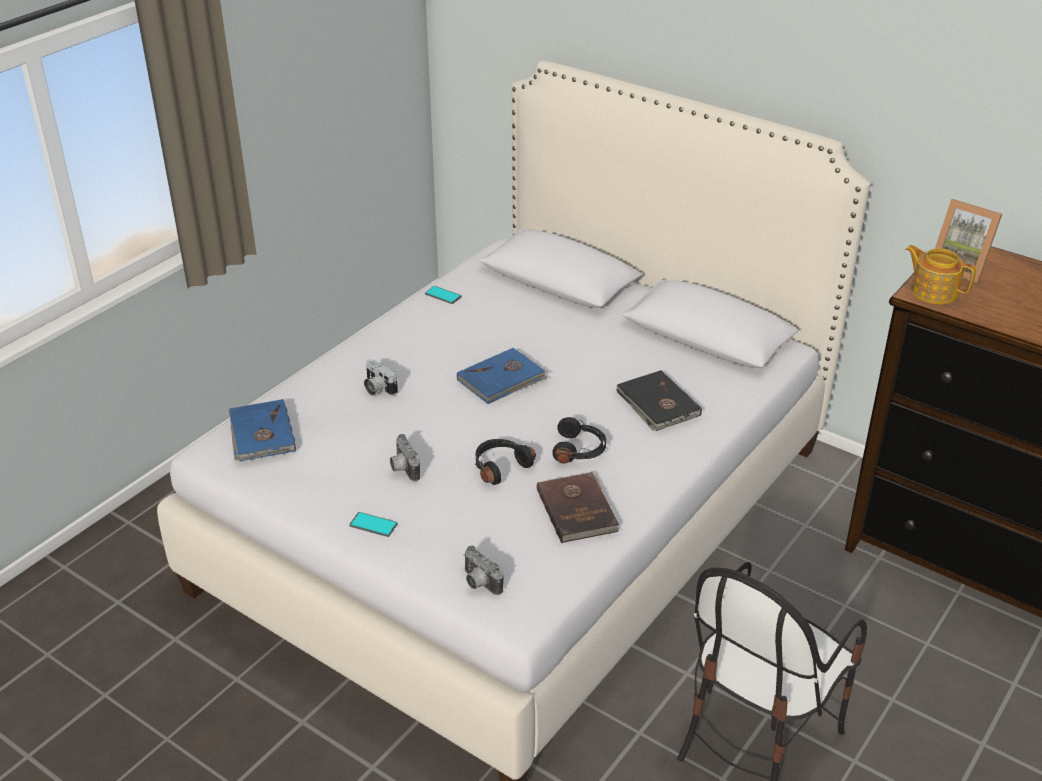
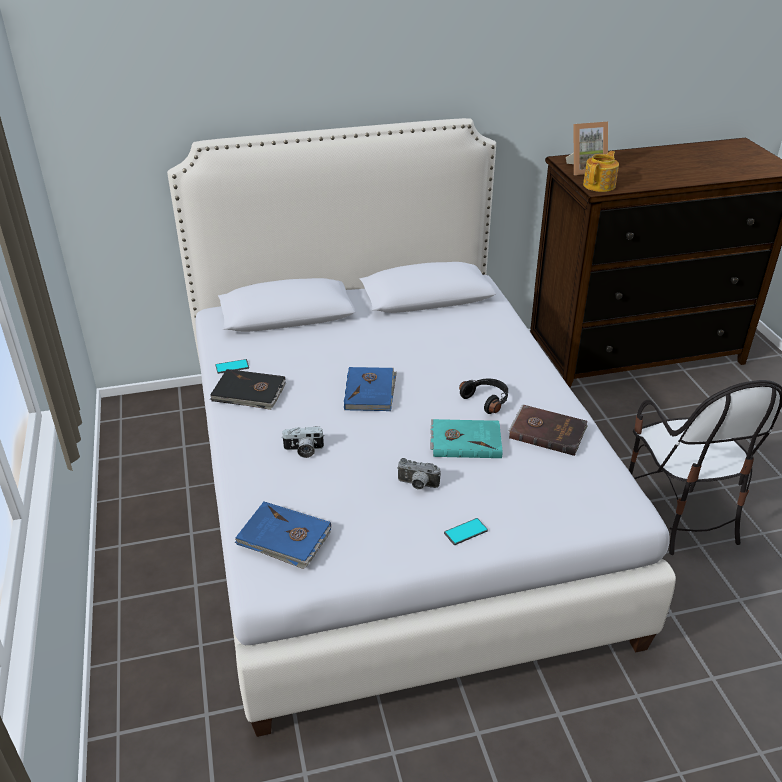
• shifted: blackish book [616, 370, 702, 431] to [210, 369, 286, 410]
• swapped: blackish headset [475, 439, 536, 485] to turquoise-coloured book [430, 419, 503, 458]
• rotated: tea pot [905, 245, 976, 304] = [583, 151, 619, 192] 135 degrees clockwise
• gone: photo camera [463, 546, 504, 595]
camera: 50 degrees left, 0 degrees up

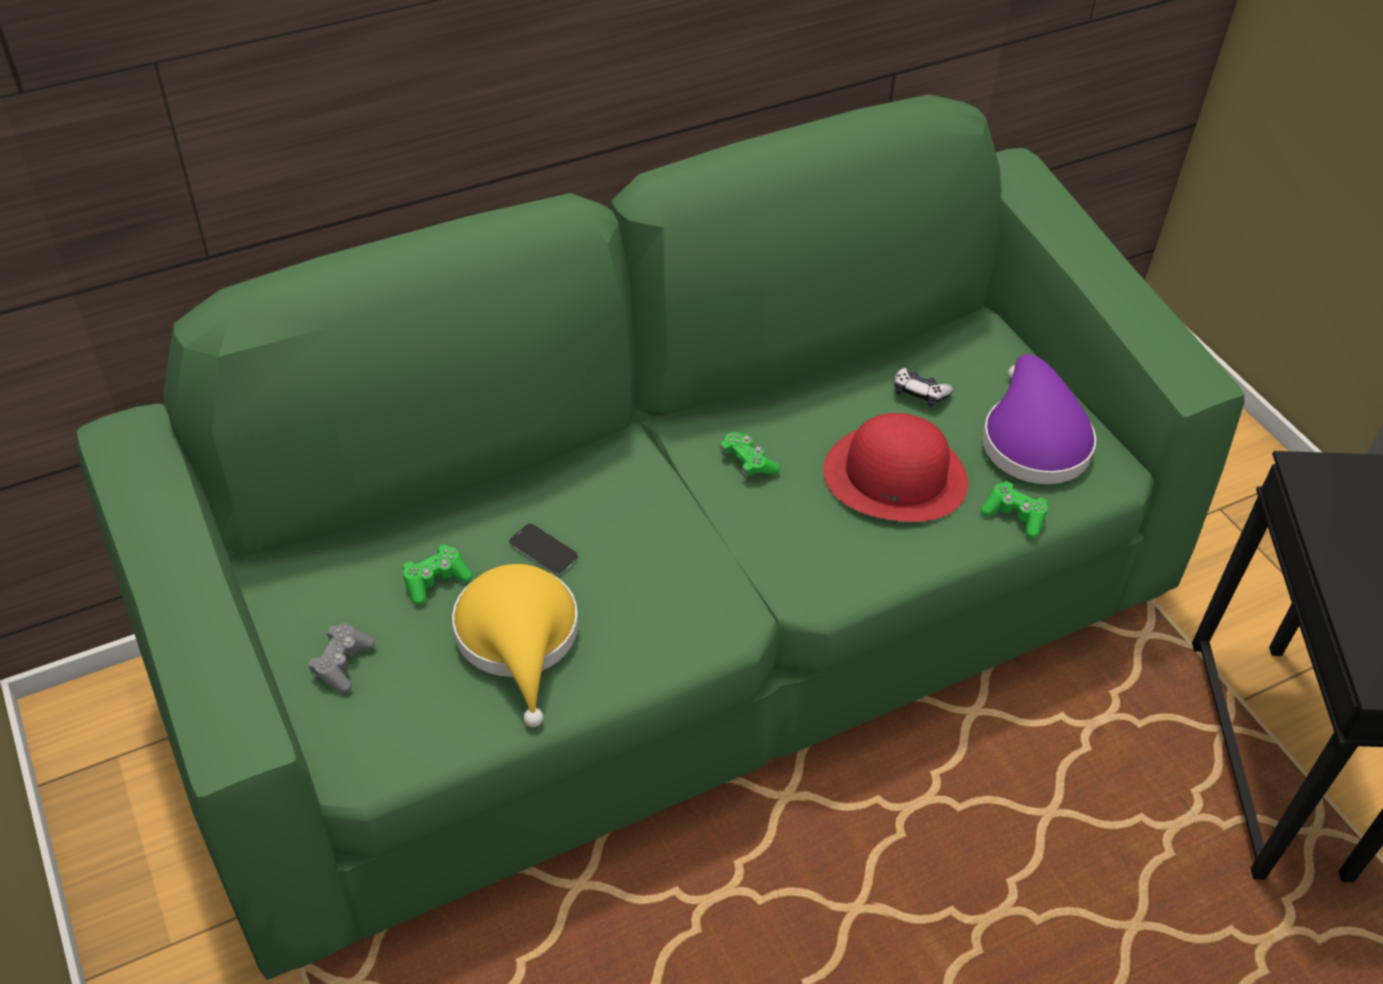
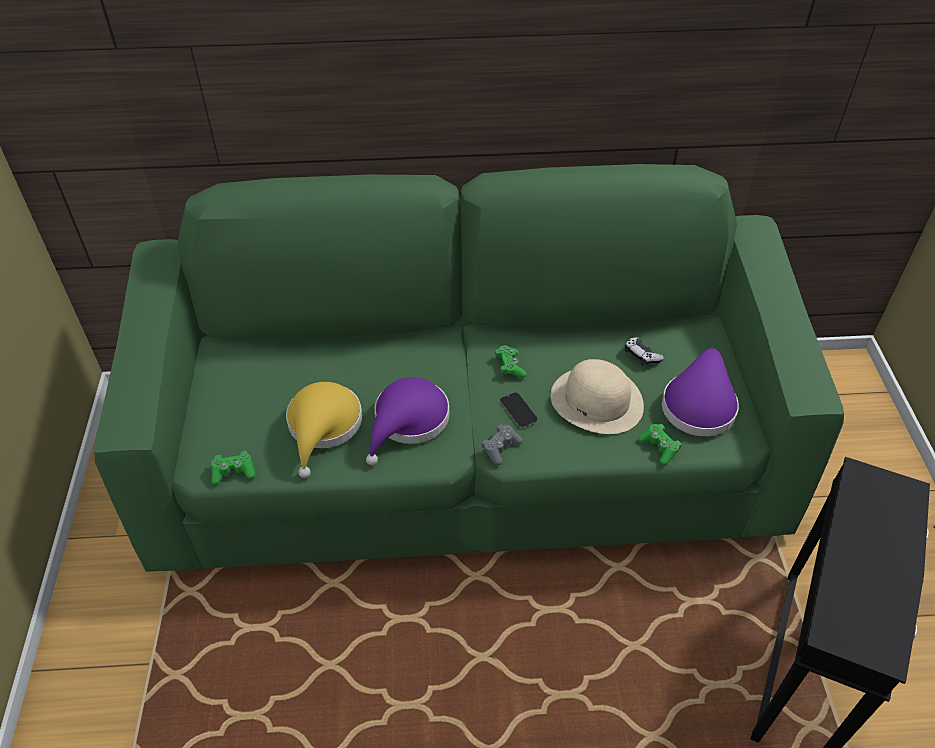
• shifted: green-coloured game controller [403, 545, 472, 605] to [211, 451, 255, 484]
• new: purple hat [366, 377, 449, 465]
• shifted: greyish game controller [308, 624, 375, 693] to [481, 424, 523, 465]
• shifted: handset [509, 524, 578, 575] to [500, 392, 538, 428]
• repainted: red-coloured hat [823, 413, 968, 522] to beige-coloured hat [551, 359, 644, 434]
camera: 25 degrees right, 0 degrees up

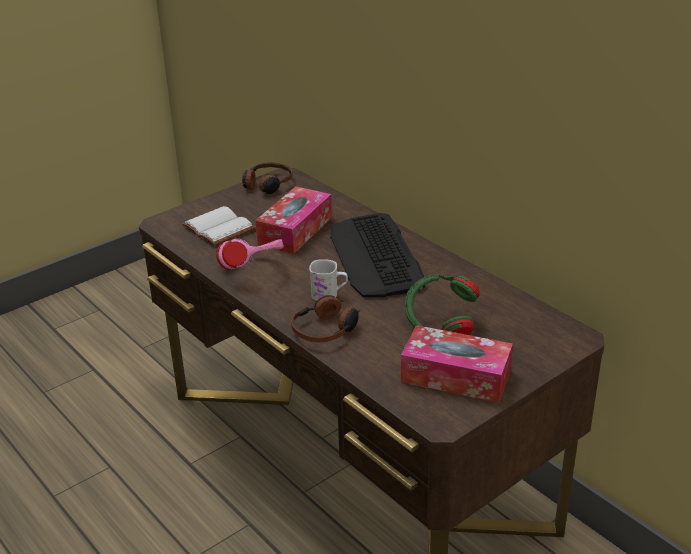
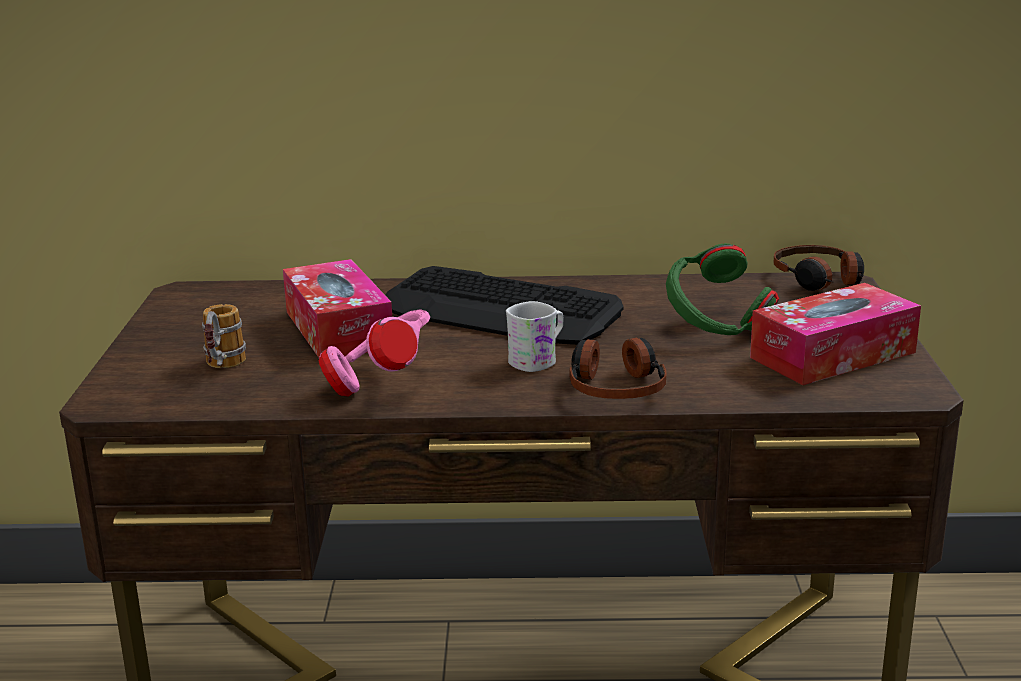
• swapped: white-coloured book [182, 206, 256, 246] to tea mug [202, 304, 246, 368]
• shifted: headset [242, 162, 292, 194] to [774, 245, 864, 291]
camera: 50 degrees left, 10 degrees down

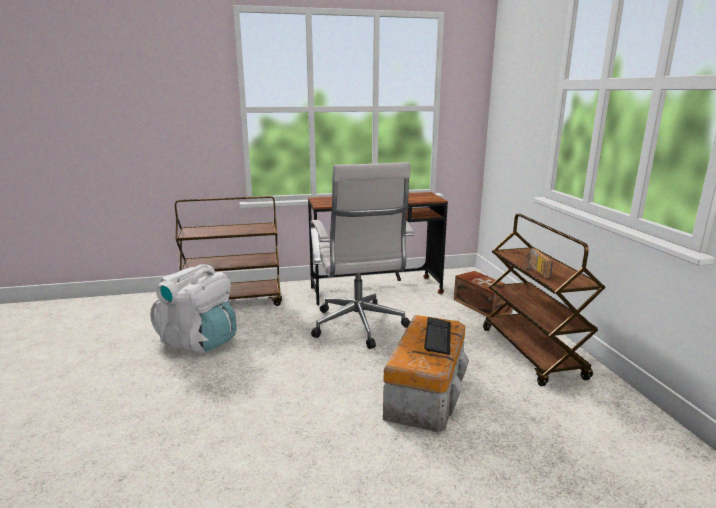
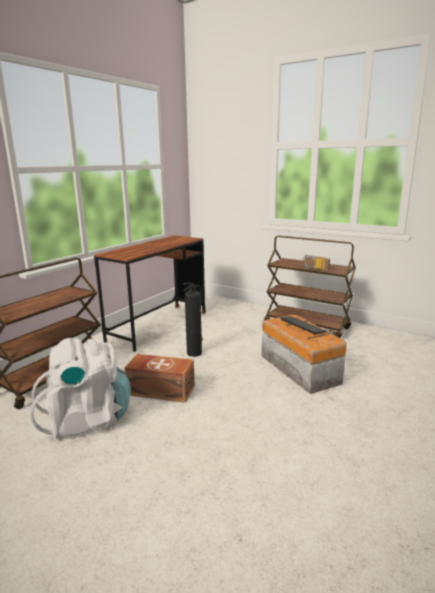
• shifted: brown-coloured storage bin [454, 271, 513, 317] to [124, 354, 195, 403]
• swapped: white-coloured desk chair [310, 162, 414, 349] to extinguisher [183, 283, 203, 357]
camera: 45 degrees left, 0 degrees up

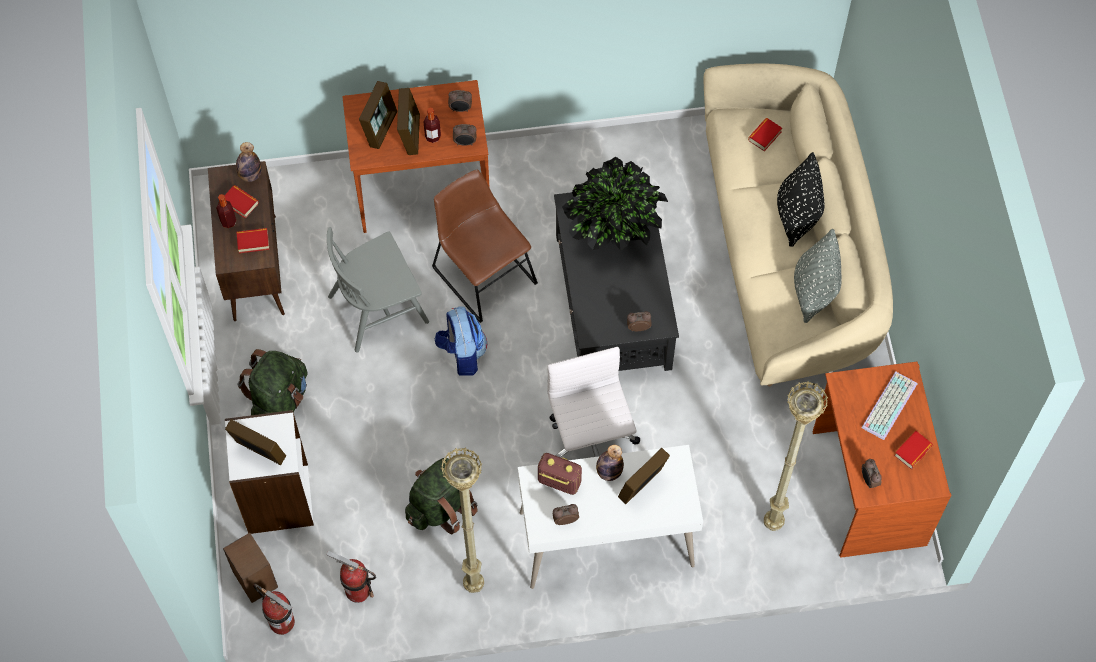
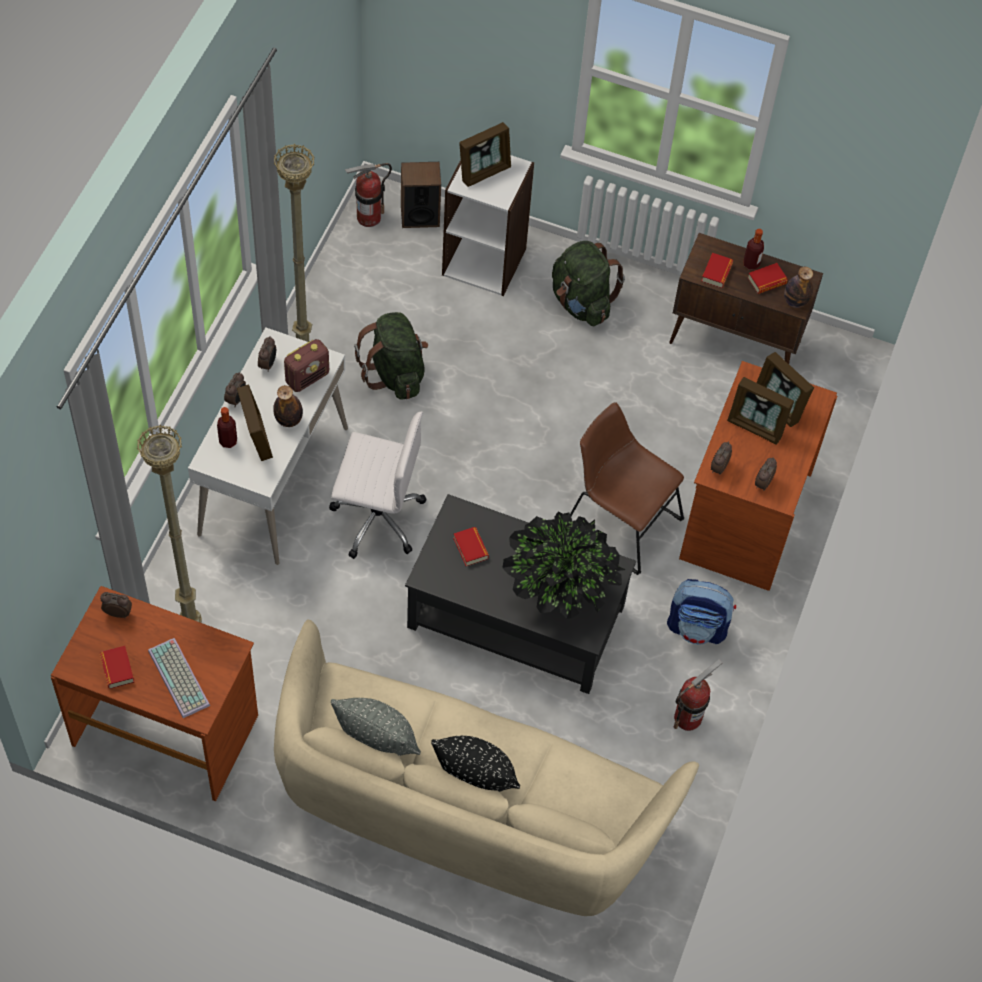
• shifted: beverage bottle [423, 107, 441, 143] to [217, 407, 237, 448]
• shifted: table clock [627, 311, 651, 332] to [224, 372, 246, 407]
• shifted: book [748, 118, 782, 151] to [453, 527, 489, 566]
• rotated: brown-coloured chair [432, 170, 538, 323] = [570, 402, 684, 575] 135 degrees counterclockwise
• shifted: knapsack [435, 307, 487, 376] to [667, 579, 736, 645]
• shifted: extinguisher [326, 551, 376, 603] to [674, 659, 723, 731]
• gone: greyish chair [327, 227, 429, 353]
camera: 115 degrees right, 5 degrees down

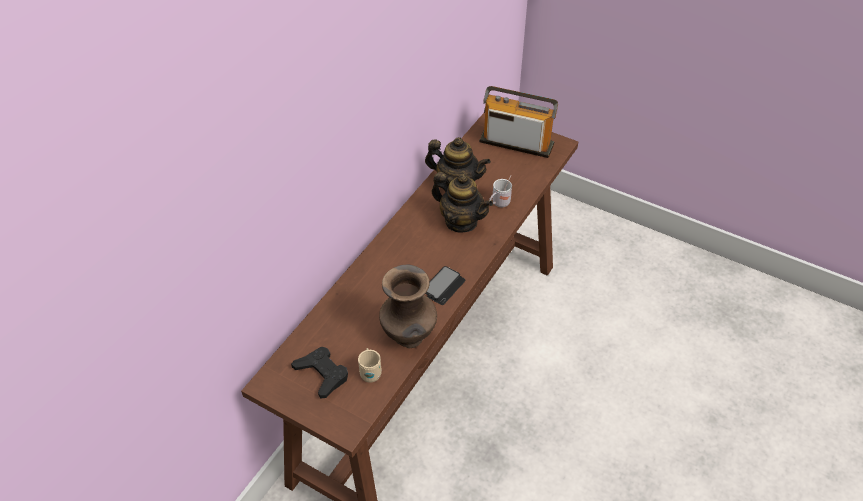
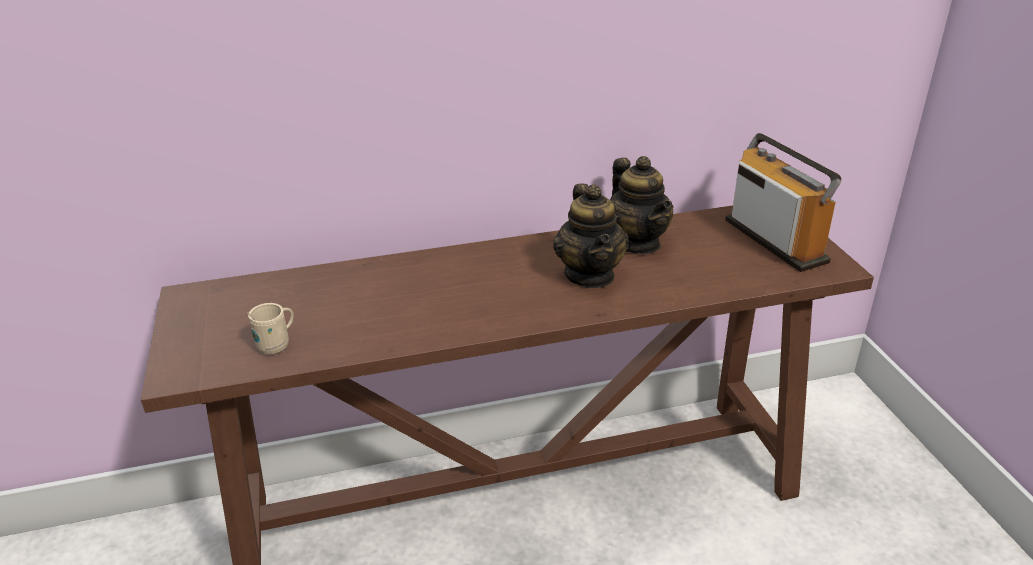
• gone: blackish game controller [291, 347, 348, 399]
• gone: brown-coloured decorative vase [379, 265, 437, 348]
• gone: handset [425, 266, 466, 305]
• gone: white-coloured tea mug [489, 175, 512, 207]
camera: 45 degrees right, 15 degrees down

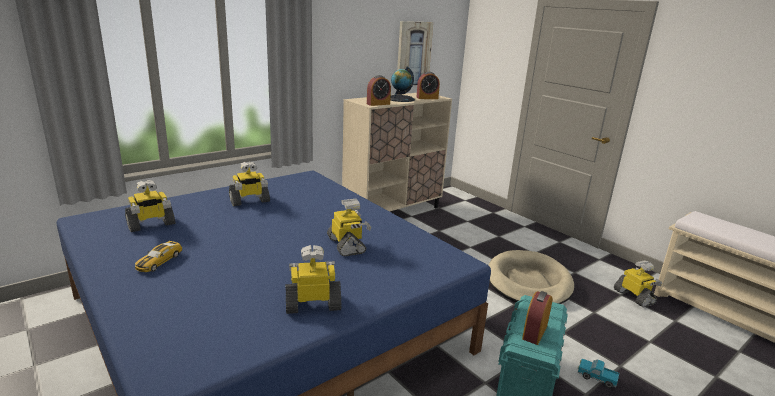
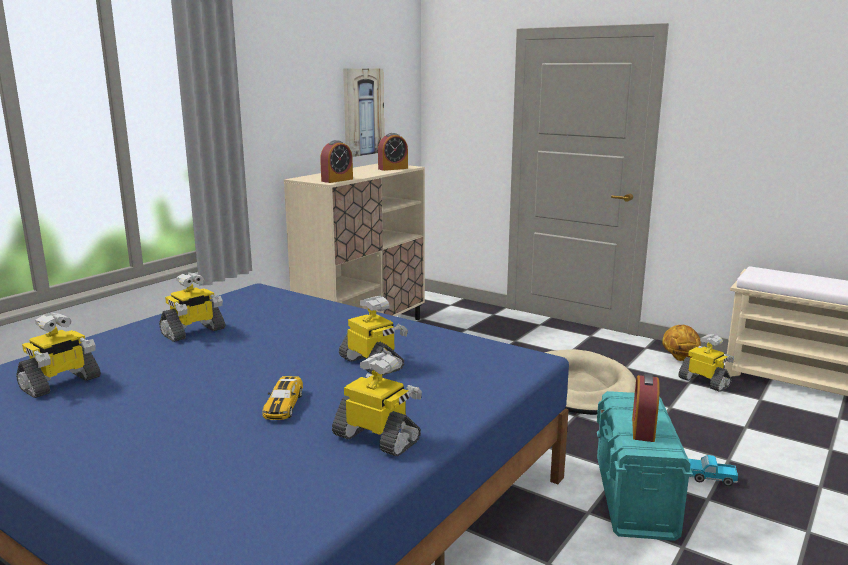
• shifted: model car [135, 241, 182, 272] to [263, 376, 303, 420]
• rotated: toy robot [286, 245, 341, 314] = [332, 352, 422, 456] 60 degrees clockwise
• new: basketball ball [663, 325, 701, 361]
• gone: world globe [390, 66, 415, 102]
camera: 15 degrees left, 5 degrees down

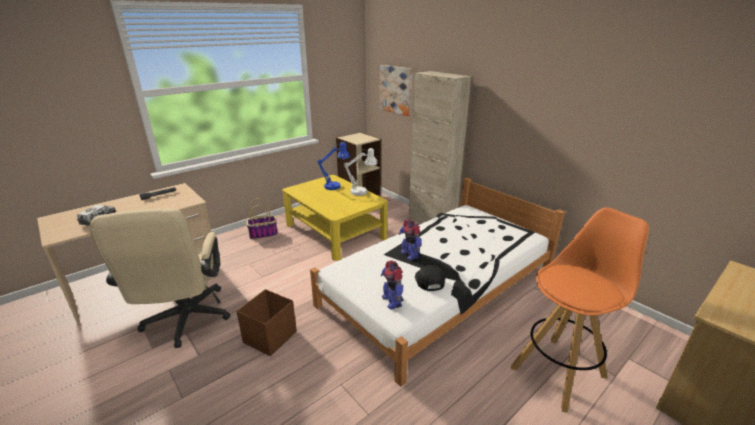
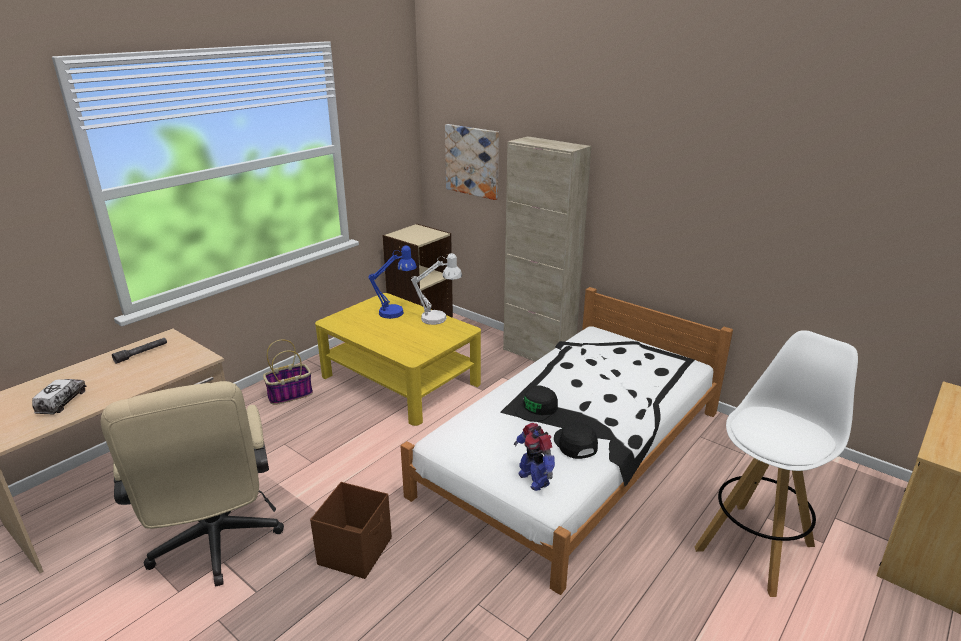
• swapped: toy robot [398, 220, 421, 261] to blackish cap [515, 385, 558, 422]
• repainted: orange stool [511, 208, 649, 413] to white-coloured stool [695, 330, 858, 597]
camera: 10 degrees left, 0 degrees up

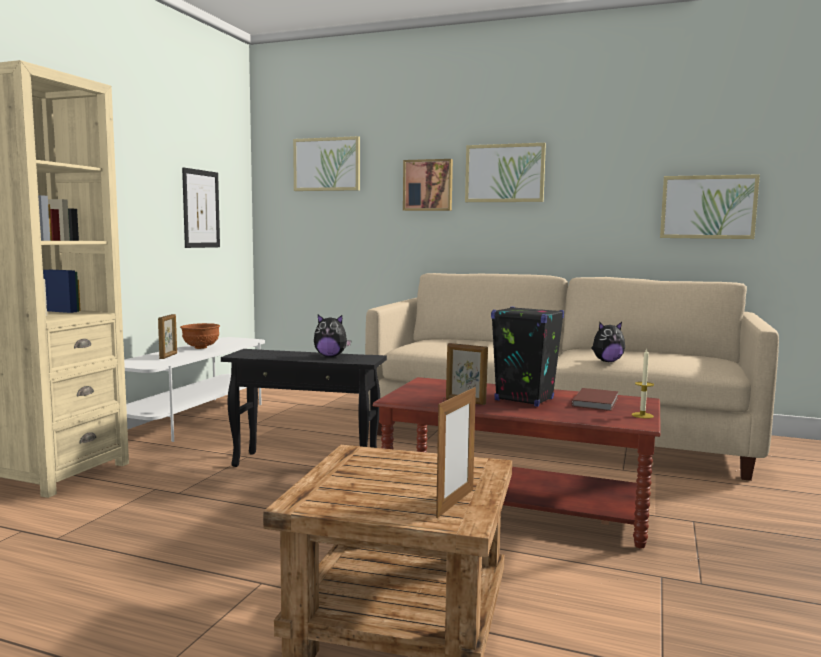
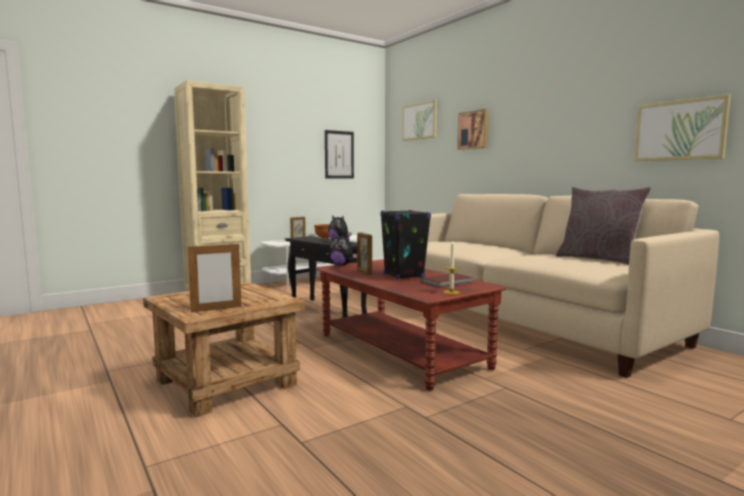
• shifted: plush toy [591, 322, 625, 362] to [329, 234, 357, 265]
• new: greyish pillow [556, 187, 651, 265]
• gone: picture [465, 143, 546, 202]
camera: 35 degrees right, 0 degrees up

